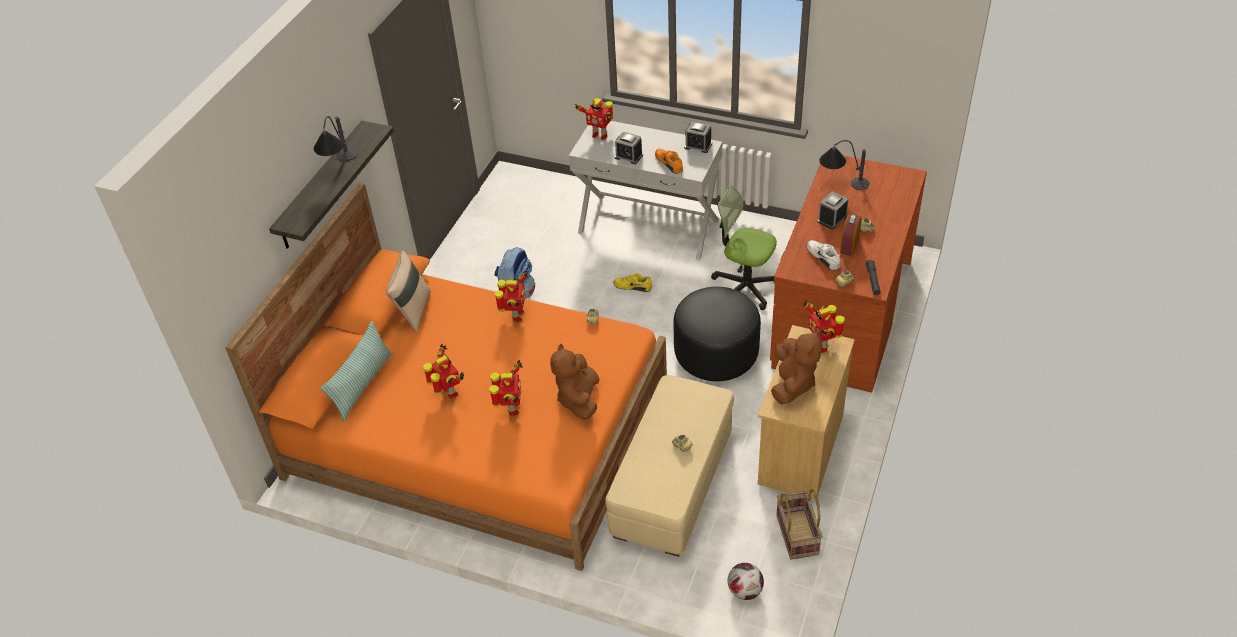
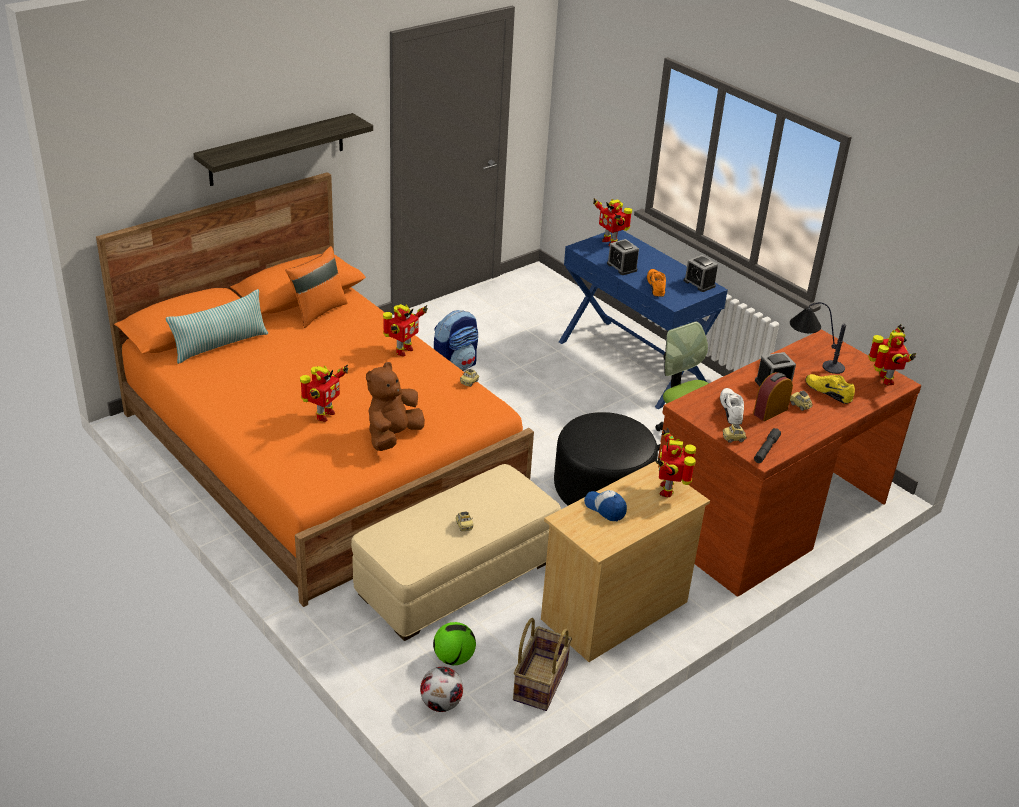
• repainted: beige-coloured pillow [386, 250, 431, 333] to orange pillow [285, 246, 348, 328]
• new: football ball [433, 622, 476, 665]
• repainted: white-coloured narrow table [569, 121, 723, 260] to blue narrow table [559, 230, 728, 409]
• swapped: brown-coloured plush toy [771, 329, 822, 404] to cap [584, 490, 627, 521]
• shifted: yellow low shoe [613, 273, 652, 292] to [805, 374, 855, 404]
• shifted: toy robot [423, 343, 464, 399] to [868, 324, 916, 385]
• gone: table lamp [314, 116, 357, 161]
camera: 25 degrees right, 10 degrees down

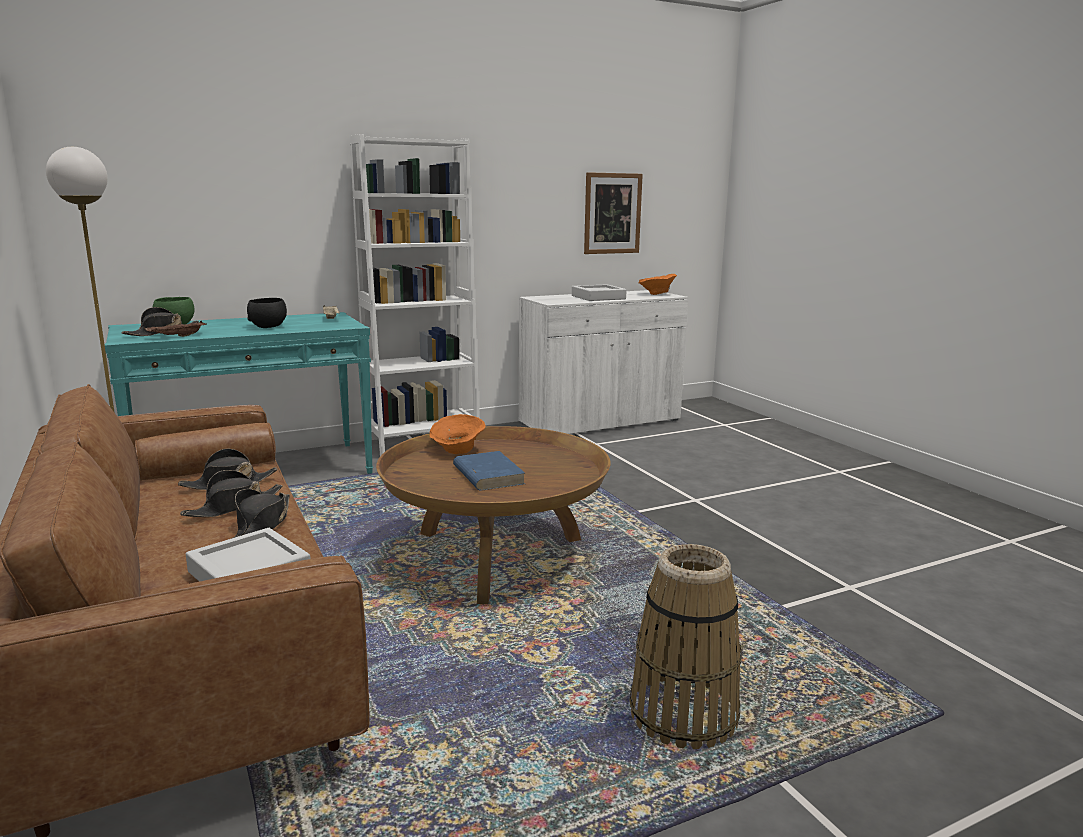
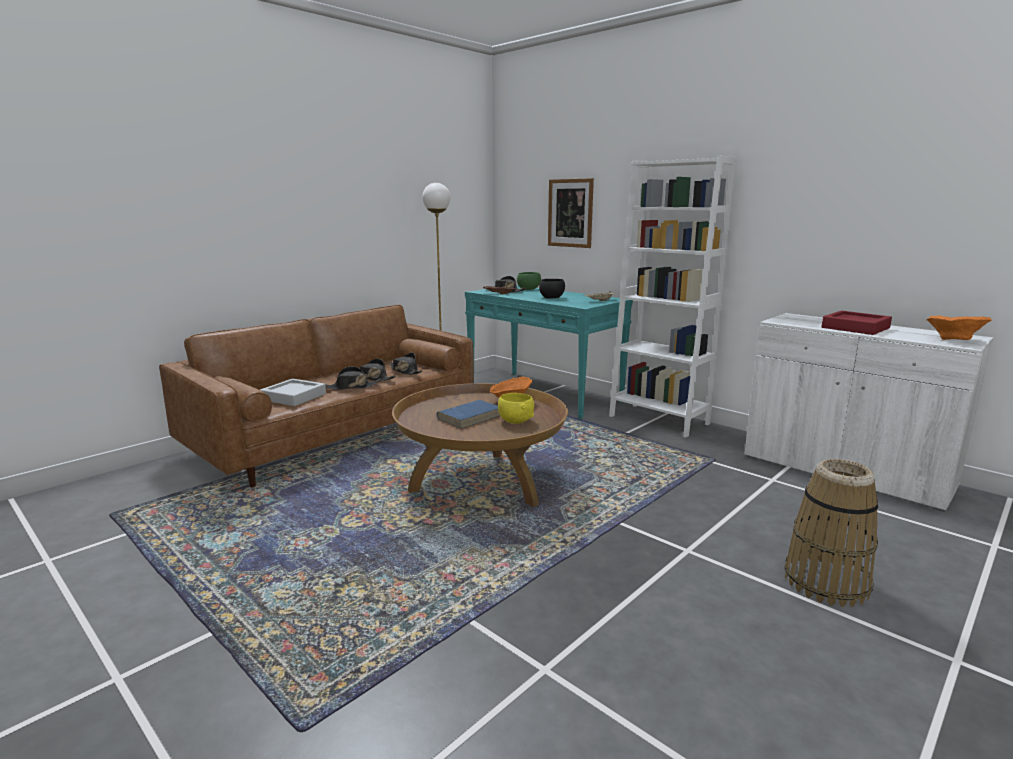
• new: yellow deep dish [498, 393, 534, 424]
• shifted: picture [584, 172, 643, 254] to [548, 178, 594, 248]
• shifted: household basket [629, 544, 742, 749] to [785, 459, 878, 607]
• repainted: greyish carrying tray [572, 284, 626, 301] to red-coloured carrying tray [822, 311, 892, 335]
camera: 70 degrees right, 0 degrees up

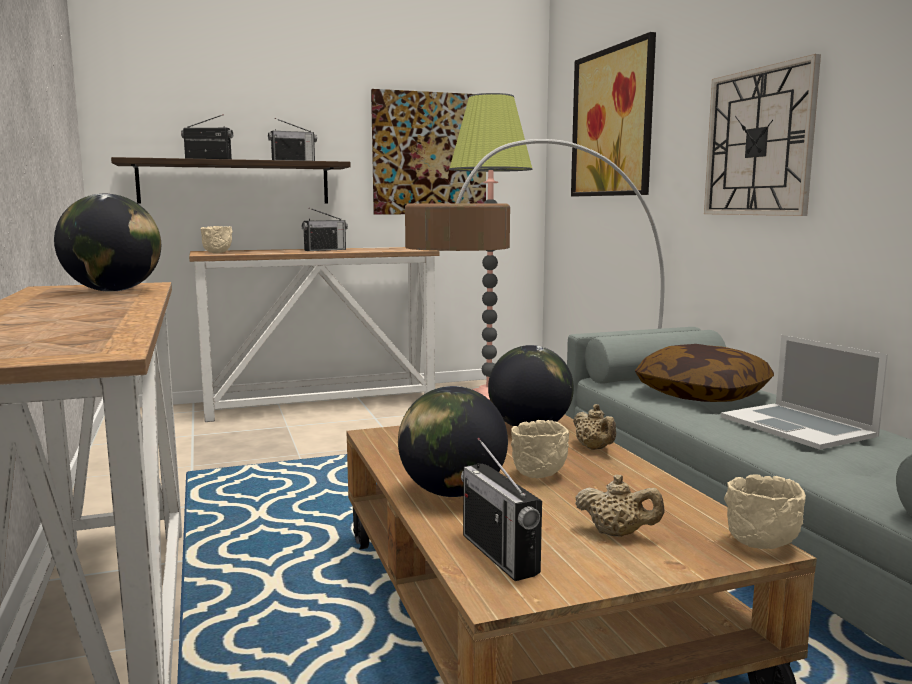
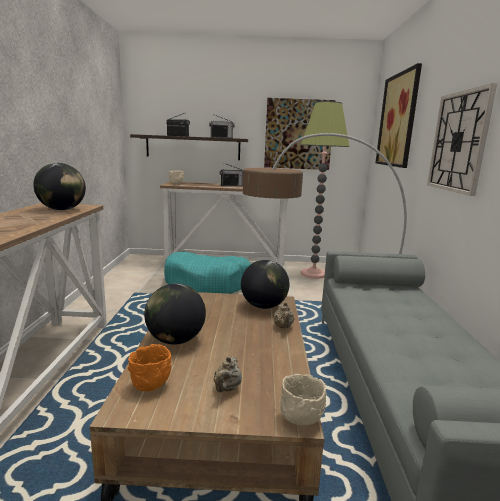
• swapped: radio [461, 438, 542, 581] to orange deep dish [128, 344, 171, 392]
• new: turquoise-coloured dog cushion [164, 252, 251, 294]
• rotated: beige-coloured tea pot [575, 475, 665, 537] = [213, 356, 242, 392] 60 degrees clockwise
• gone: beige-coloured deep dish [511, 420, 569, 478]
• gone: pillow [635, 344, 774, 402]
• gone: notebook computer [721, 335, 888, 450]
camera: 20 degrees right, 5 degrees up

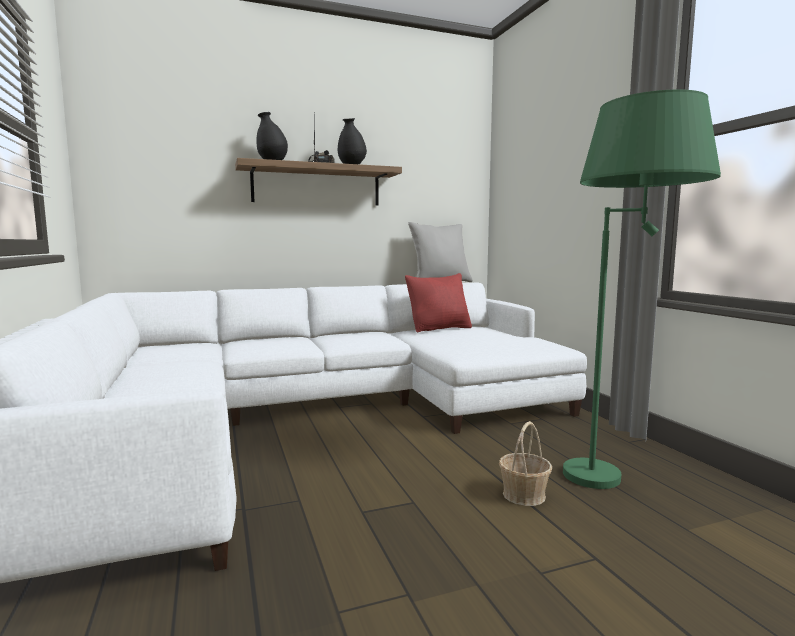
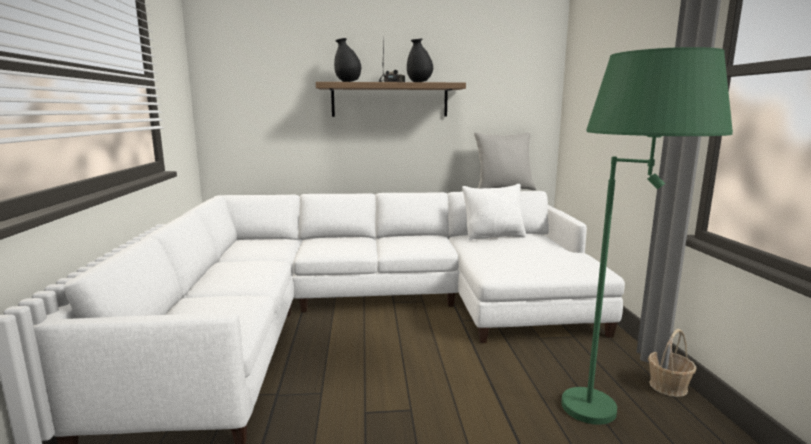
• repainted: red-coloured pillow [405, 273, 472, 332] to white-coloured pillow [462, 184, 526, 240]
• shifted: household basket [499, 421, 552, 506] to [648, 329, 697, 397]
camera: 15 degrees right, 5 degrees up

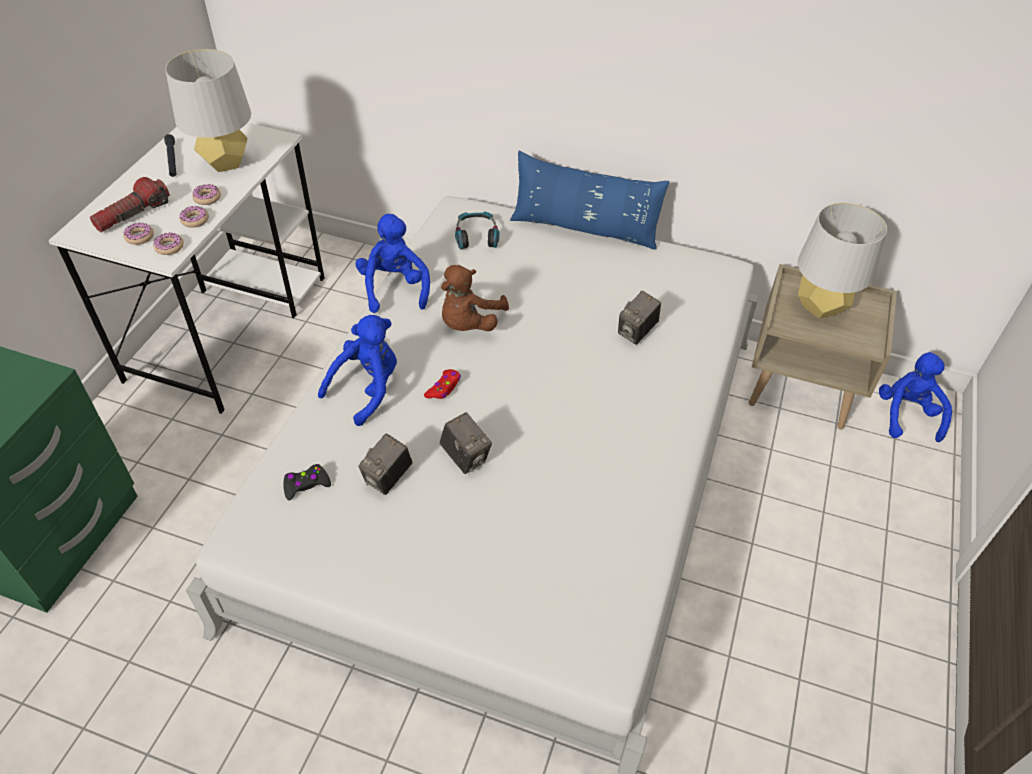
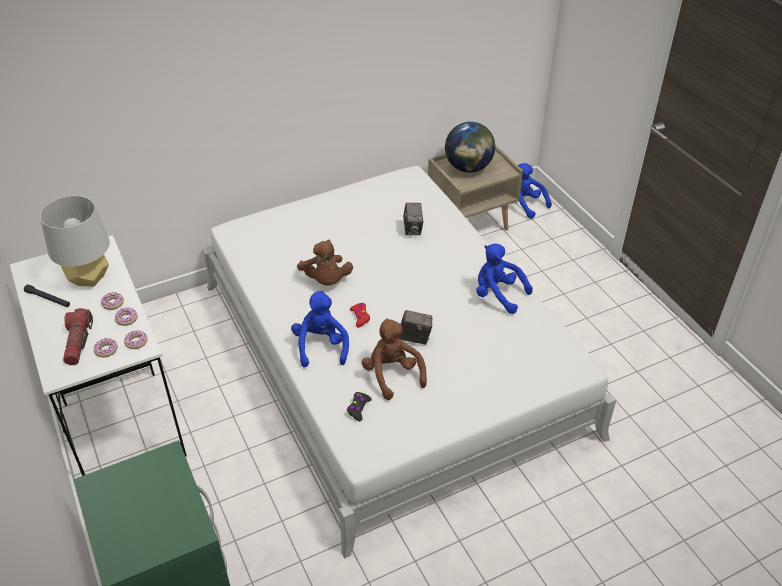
• swapped: photo camera [358, 434, 412, 495] to brown-coloured plush toy [362, 318, 427, 400]
• swapped: greyish table lamp [798, 203, 887, 319] to world globe [445, 122, 495, 173]
• shifted: blue plush toy [355, 214, 430, 313] to [476, 243, 533, 314]
• gone: headset [455, 212, 500, 249]
• gone: blue pillow [510, 151, 669, 250]
camera: 45 degrees left, 5 degrees down

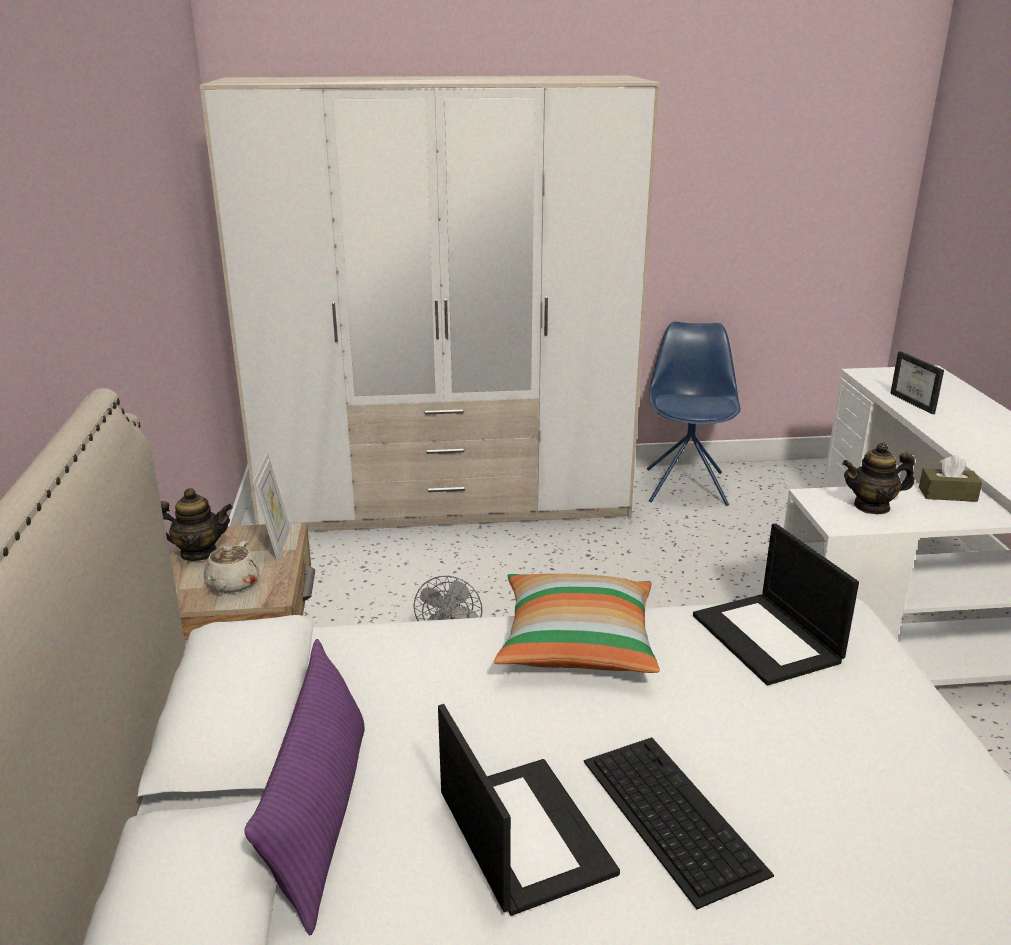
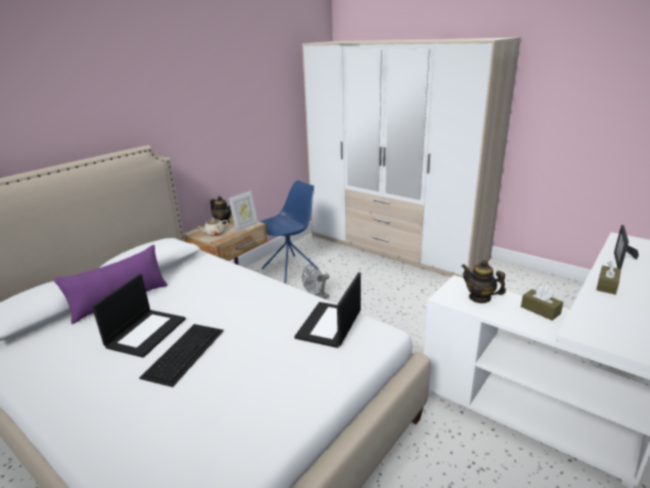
• shifted: blue chair [647, 322, 740, 506] to [261, 180, 319, 283]
• new: brown-coloured tissue box [596, 261, 621, 295]
• gone: pillow [494, 574, 660, 673]
camera: 45 degrees right, 0 degrees up

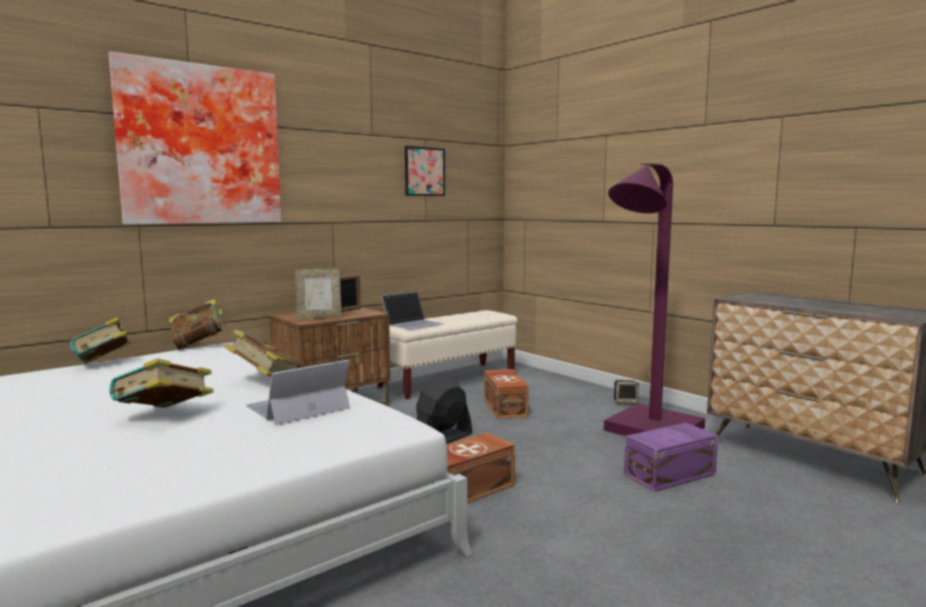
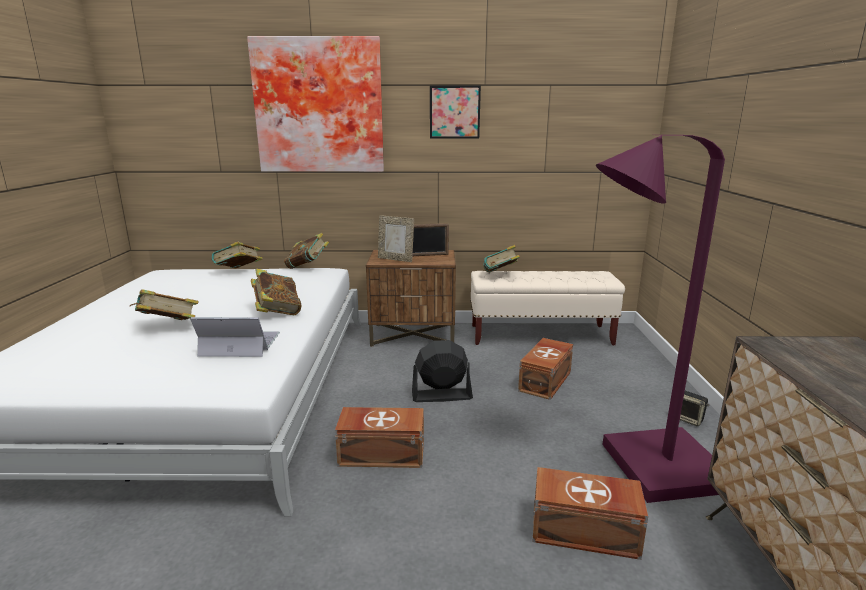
• shifted: picture [405, 146, 445, 196] to [430, 86, 481, 138]
• swapped: notebook computer [381, 292, 443, 330] to book [483, 245, 520, 272]
• repainted: purple storage bin [624, 423, 718, 492] to brown-coloured storage bin [533, 467, 648, 560]
camera: 40 degrees right, 10 degrees up

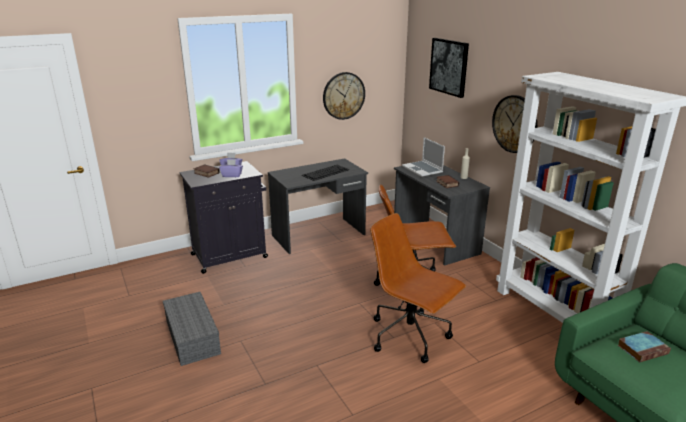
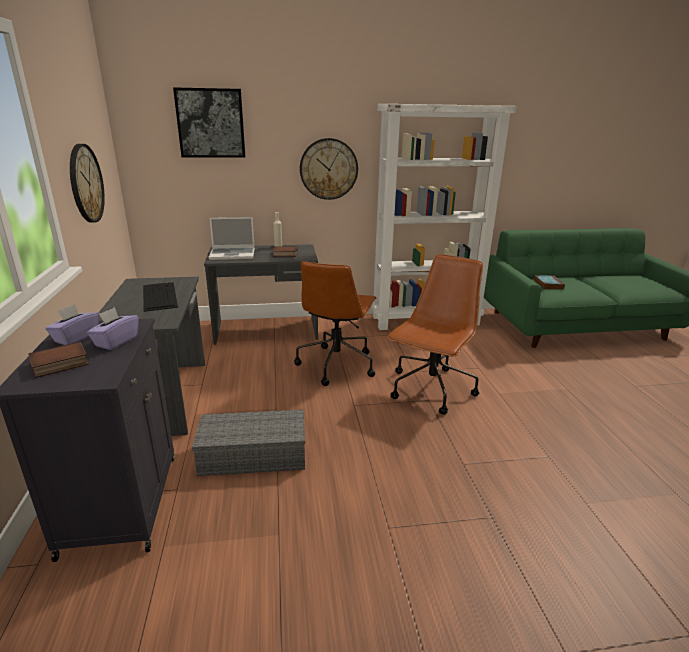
• shifted: greyish storage bin [163, 292, 221, 366] to [192, 410, 305, 476]
• rotated: brown-coloured desk chair [370, 213, 466, 363] = [387, 254, 483, 415] 150 degrees clockwise
camera: 70 degrees left, 0 degrees up

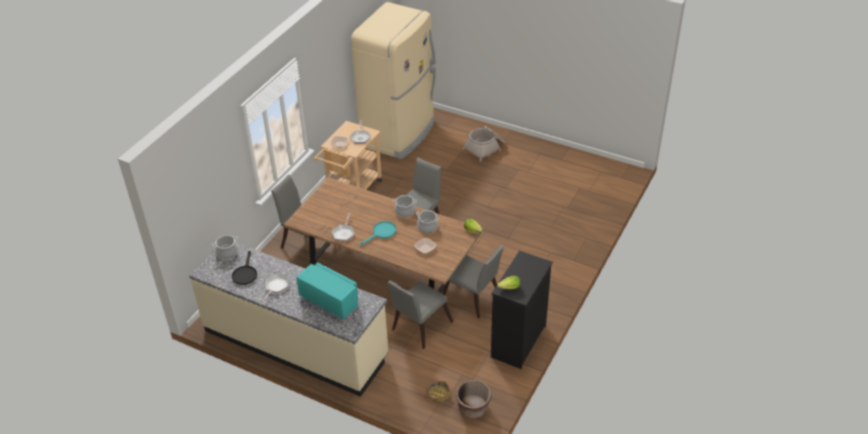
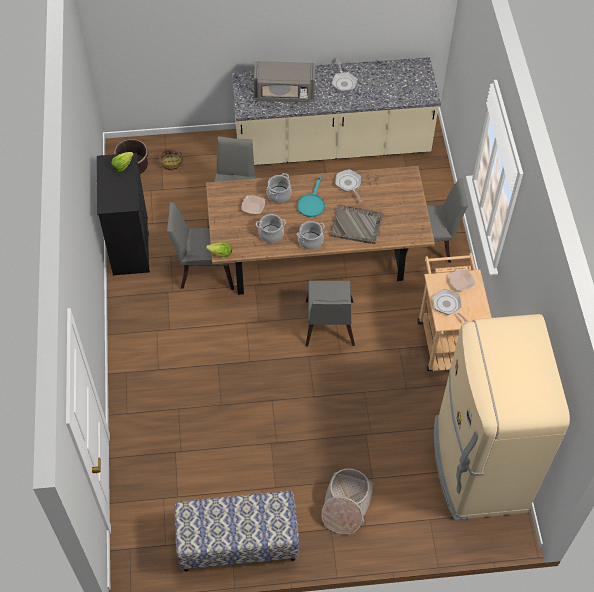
• new: indoor bench [174, 491, 299, 572]
• repainted: turquoise-coloured kitchen microwave [296, 262, 358, 320] to greyish kitchen microwave [254, 61, 315, 102]
• shifted: saucepot [212, 235, 238, 259] to [266, 173, 292, 203]
• new: greyish carrying tray [329, 204, 383, 244]
• gone: blackish pan [232, 251, 257, 285]
camera: 145 degrees right, 15 degrees up

